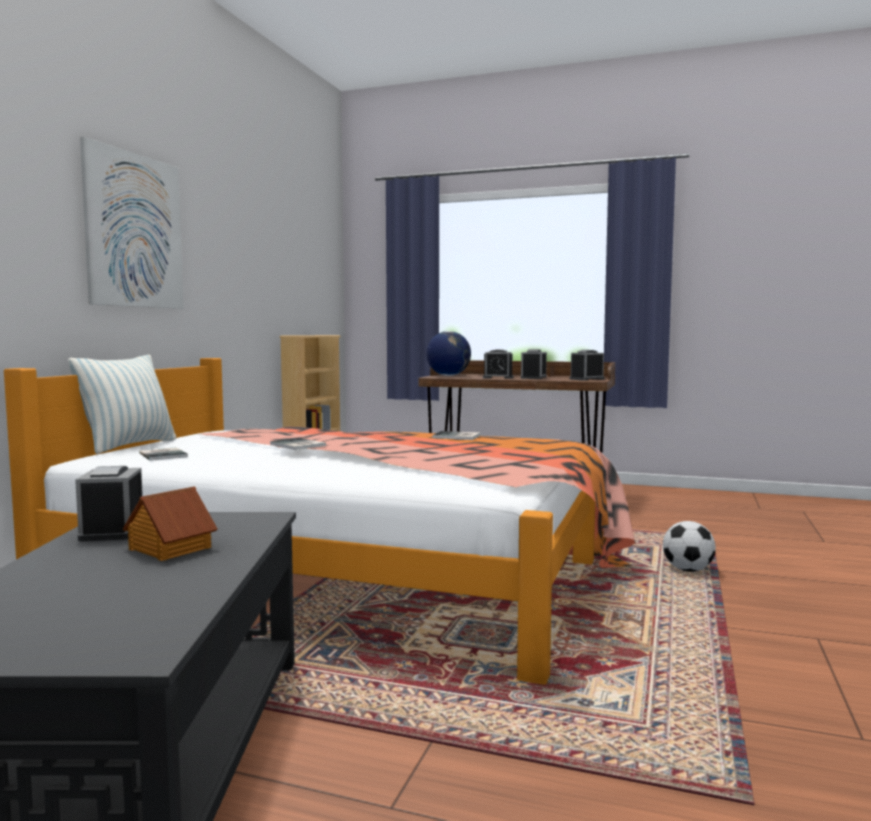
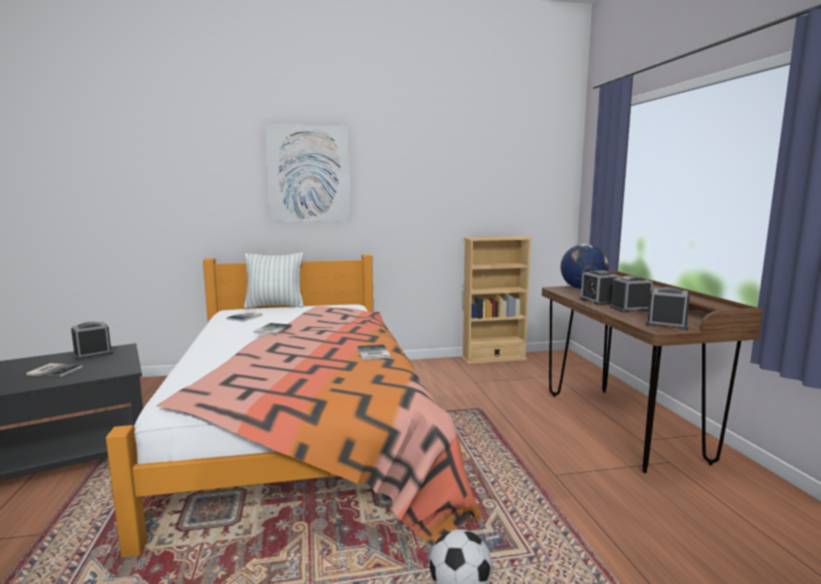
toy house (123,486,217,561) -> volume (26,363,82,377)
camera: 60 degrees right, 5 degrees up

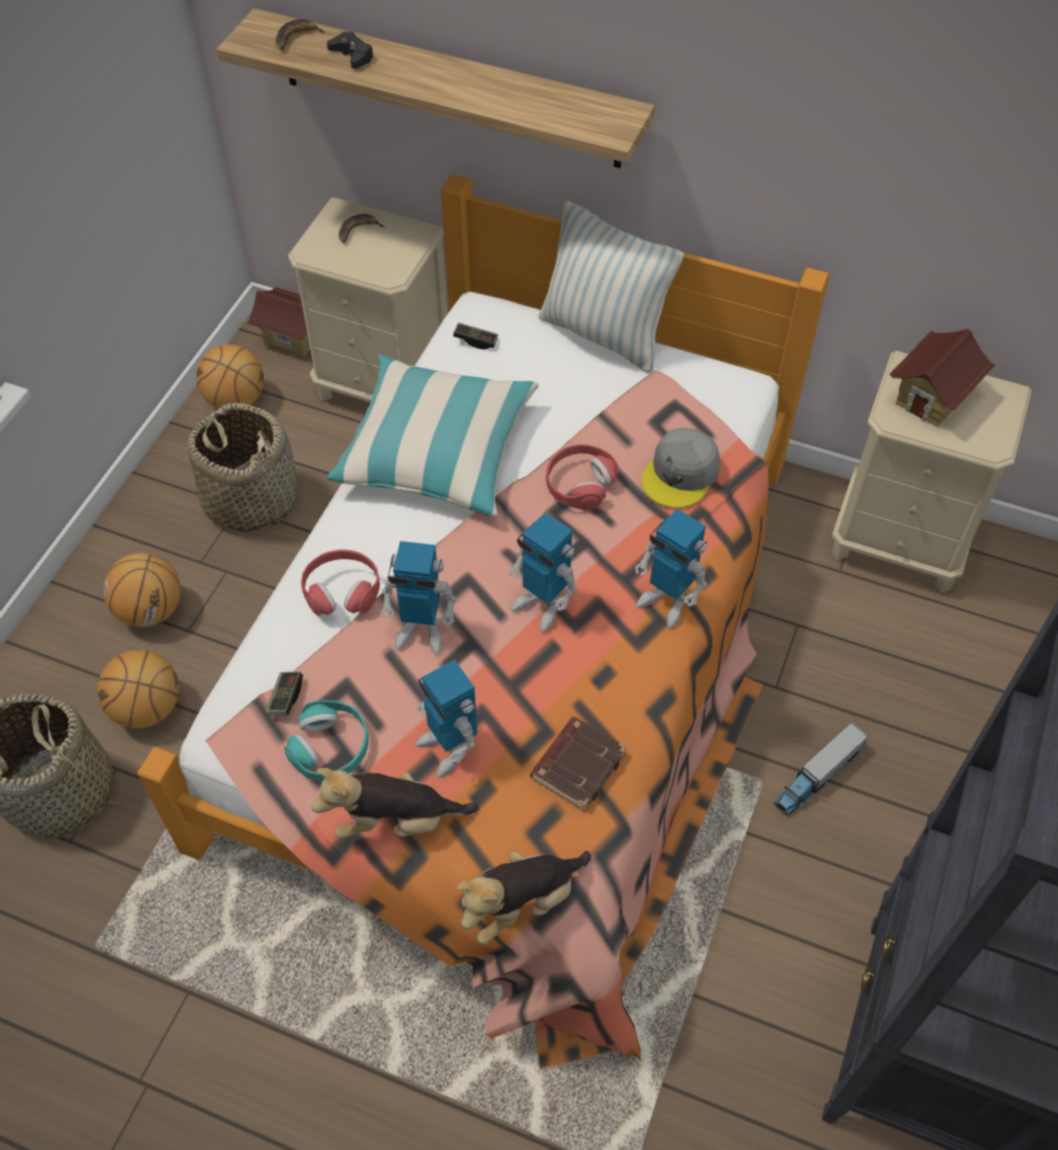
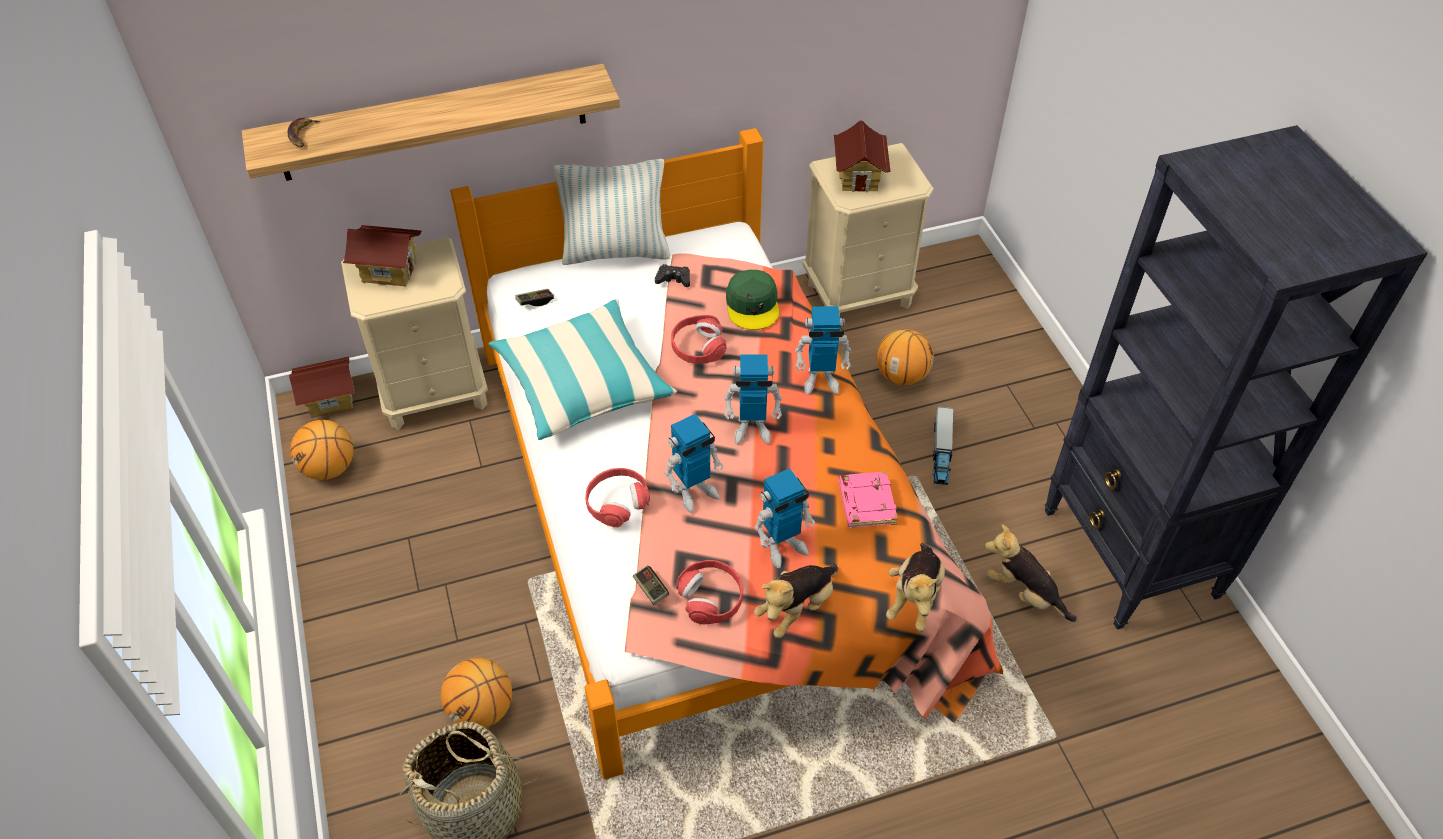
joypad in black-coloured (327,31,374,69) -> joypad in black-coloured (655,264,690,287), relocated
banana (339,214,385,243) -> toy house (343,225,421,286)
household basket (187,403,297,532) -> none
cap in grey (641,428,721,508) -> cap in green (726,270,779,330)
basketball ball (103,553,181,627) -> basketball ball (876,329,934,385), relocated
toy robot (415,659,477,778) -> toy robot (754,468,815,568), 45 degrees counterclockwise
headphones in blue-green (284,700,369,781) -> headphones in red (676,560,743,624)
volume in brown (530,717,627,811) -> volume in pink (838,471,898,528)
none -> cuddly toy (985,524,1077,622)
camera: 40 degrees left, 5 degrees down

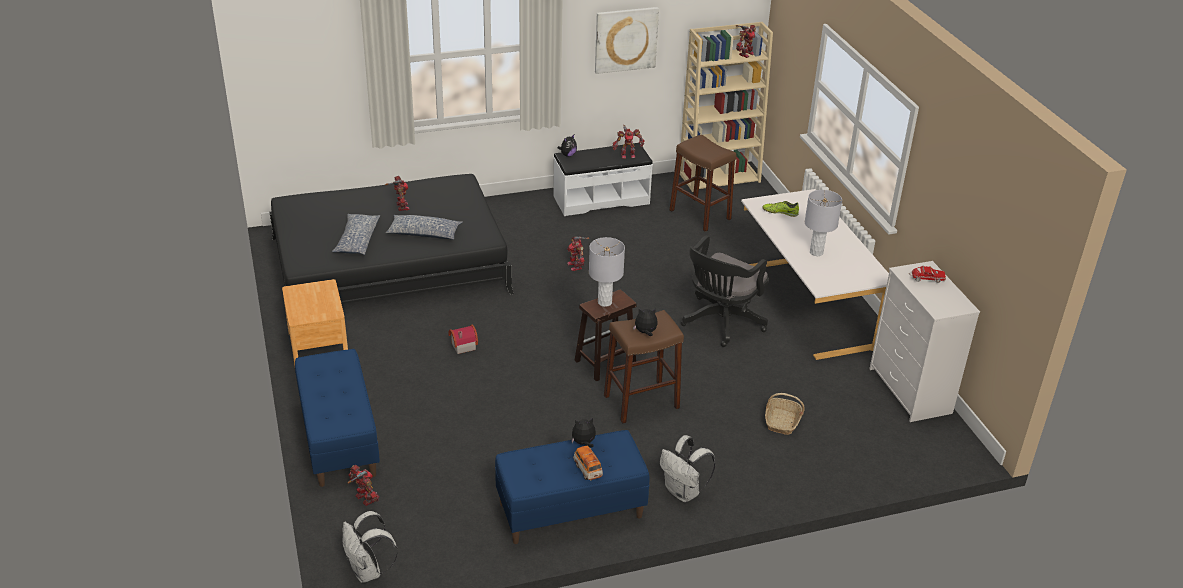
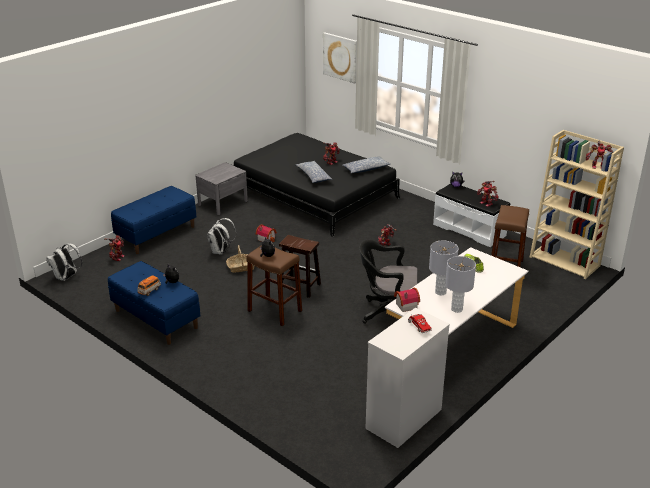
wall art (595,7,659,74) -> wall art (323,32,357,84), relocated
cushion (332,214,380,255) -> cushion (343,156,390,173), relocated
tabletop lamp in grey (589,237,625,307) -> tabletop lamp in grey (445,256,476,313), relocated
nightstand in brown (282,279,348,365) -> nightstand in grey (195,162,248,215)
household basket (765,393,804,435) -> household basket (226,245,255,273), relocated
rucksack in whitish (660,435,716,502) -> rucksack in whitish (207,218,237,255), relocated
none -> toy house (394,288,420,312)
camera: 60 degrees right, 5 degrees down

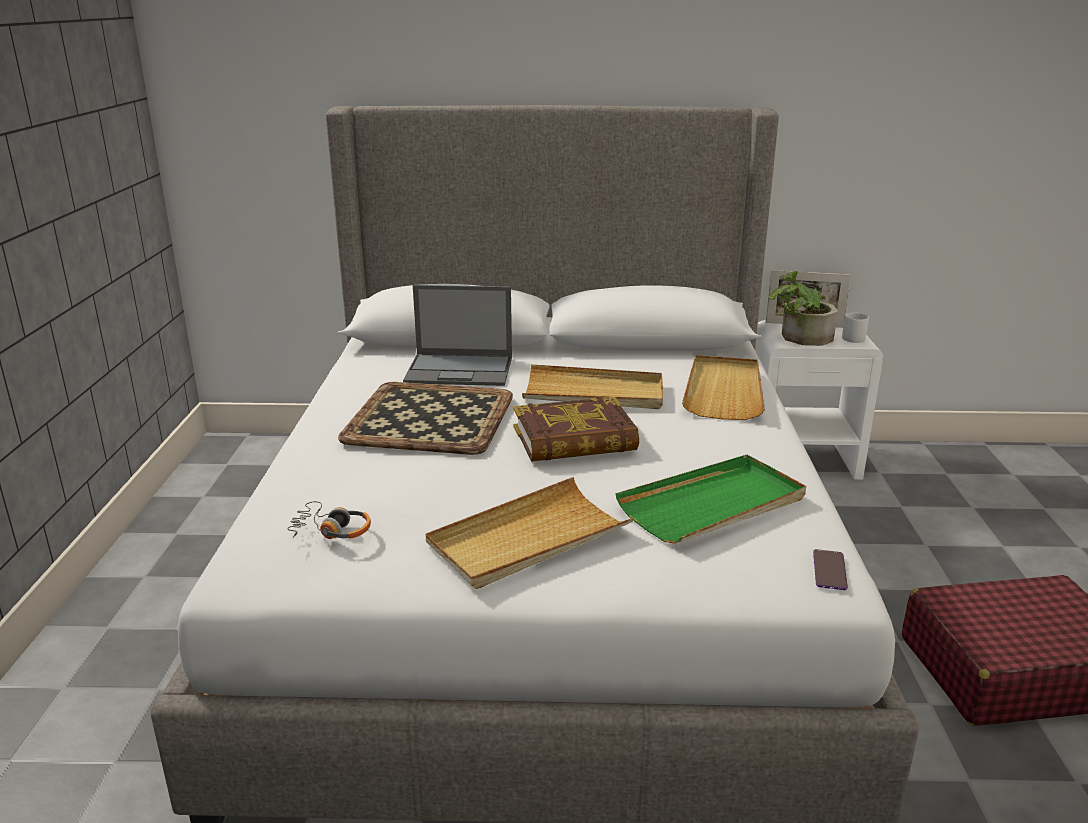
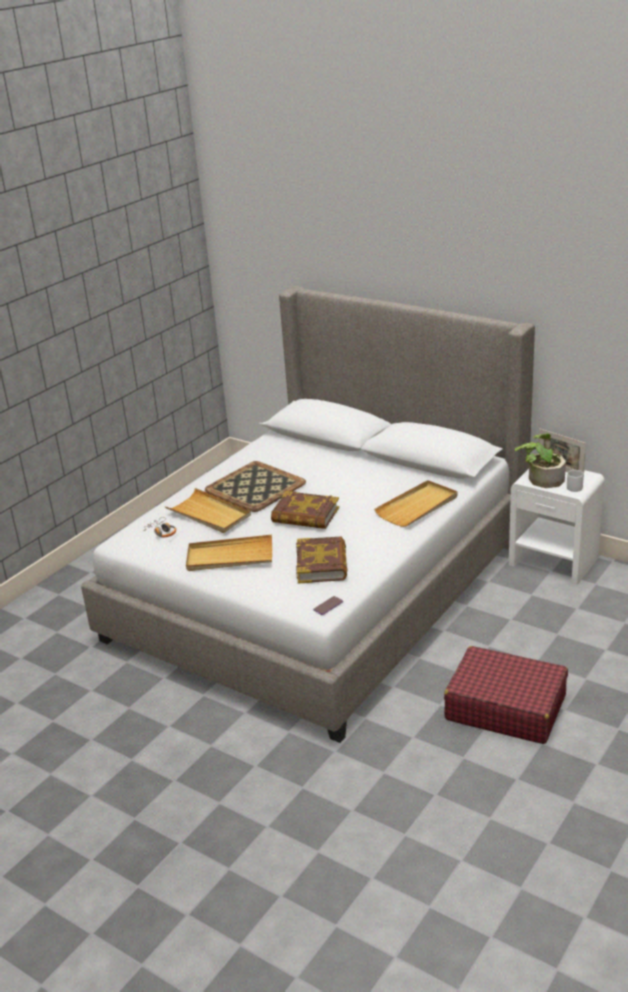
notebook computer (403,285,512,386) -> none
carrying tray in sand-coloured (522,364,663,409) -> carrying tray in sand-coloured (164,488,251,533), relocated
carrying tray in green (615,455,806,544) -> volume (296,537,347,584)
camera: 35 degrees right, 5 degrees up

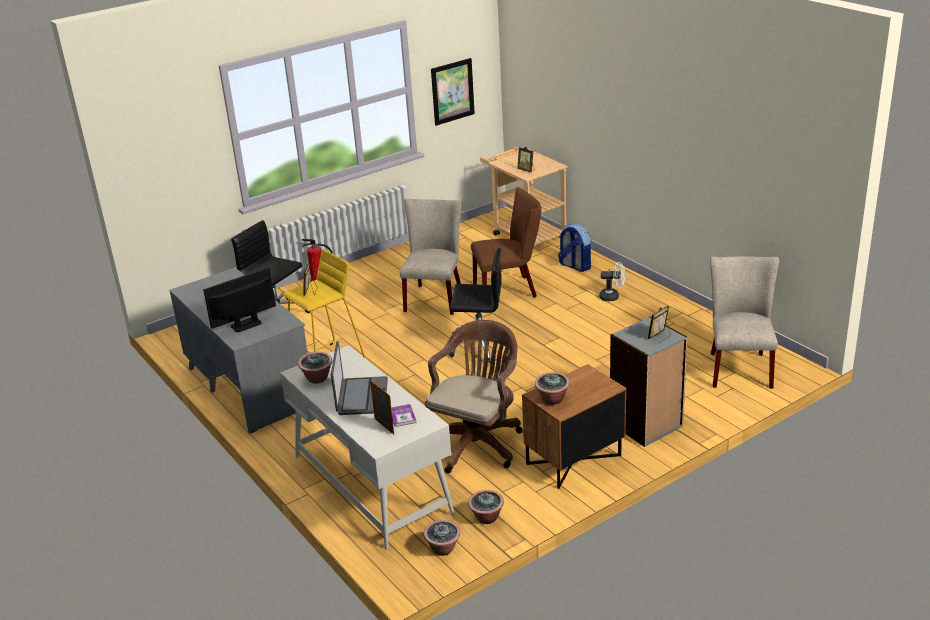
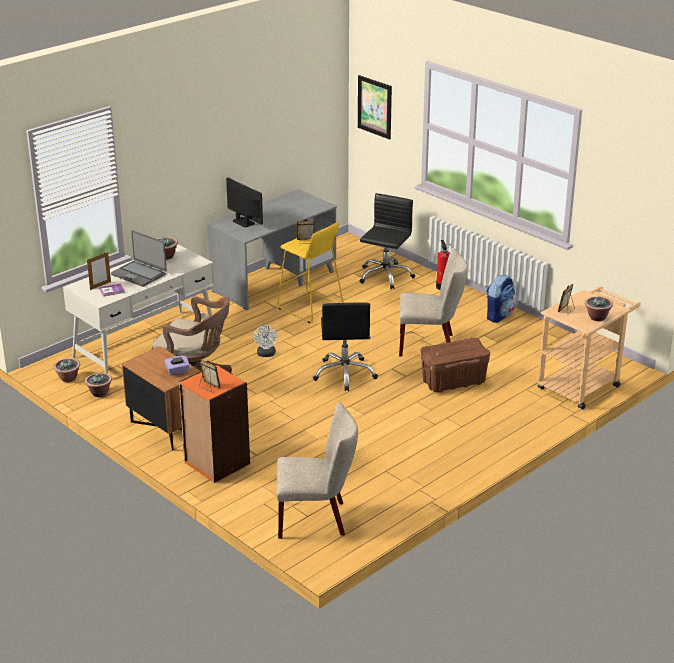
wall art (431,58,475,126) -> wall art (358,75,392,140), relocated
plain chair in brown (471,187,541,298) -> storage box in brown (420,338,490,393)
rucksack (558,223,591,272) -> rucksack (486,274,515,323), relocated
fan in whitish (599,262,625,301) -> fan in whitish (253,325,278,357), relocated
shelving unit in grey (610,317,688,447) -> shelving unit in orangey (179,364,250,483)
notebook computer (331,341,388,415) -> notebook computer (111,231,167,287), 45 degrees clockwise
houseplant (535,372,570,405) -> houseplant (585,296,613,321), relocated
none -> box of tissues in purple-coloured (164,356,190,375)
camera: 80 degrees right, 0 degrees up

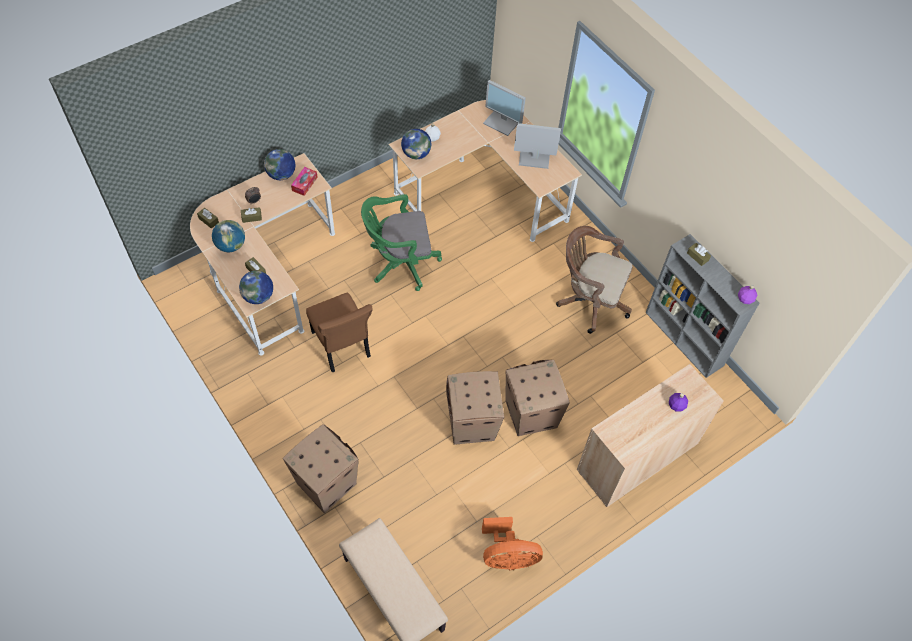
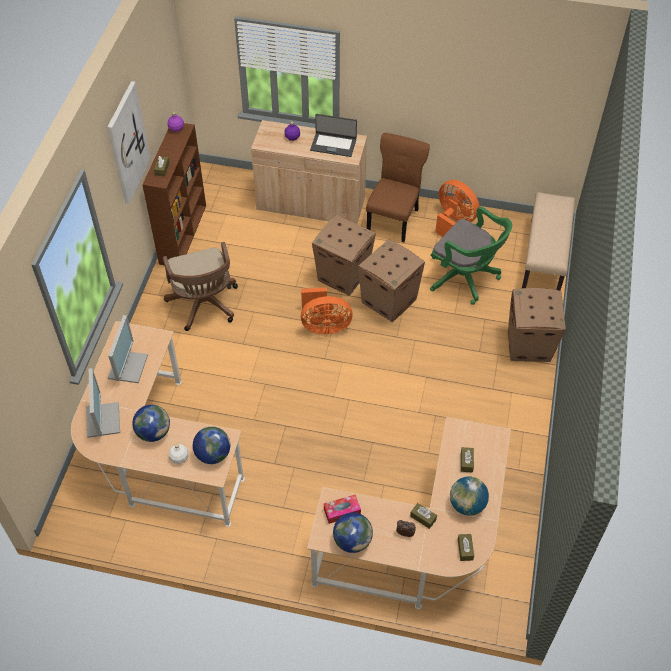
computer screen (514,123,561,169) -> computer screen (108,315,148,383), 135 degrees counterclockwise
office chair in green (361,194,442,291) -> office chair in green (430,206,512,305), relocated
shelving unit in grey (645,234,759,378) -> shelving unit in brown (142,123,206,265)
world globe (239,271,273,304) -> world globe (132,405,170,442), relocated
plain chair in brown (306,292,373,373) -> plain chair in brown (366,133,430,242), relocated
none -> wall art (108,81,150,204)
none -> notebook computer (310,114,357,157)
none -> fan in orangey (301,287,353,334)
camera: 130 degrees left, 5 degrees down

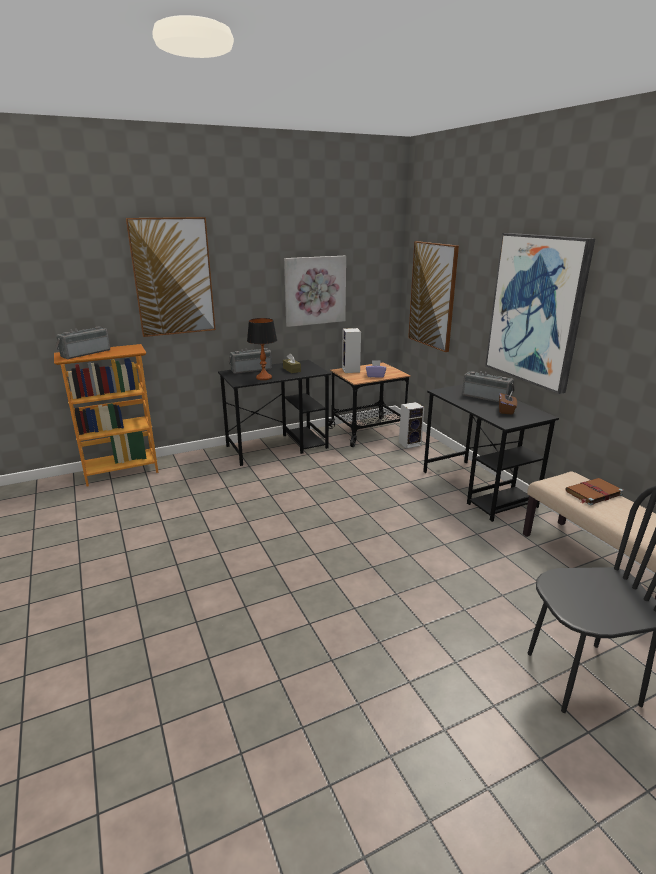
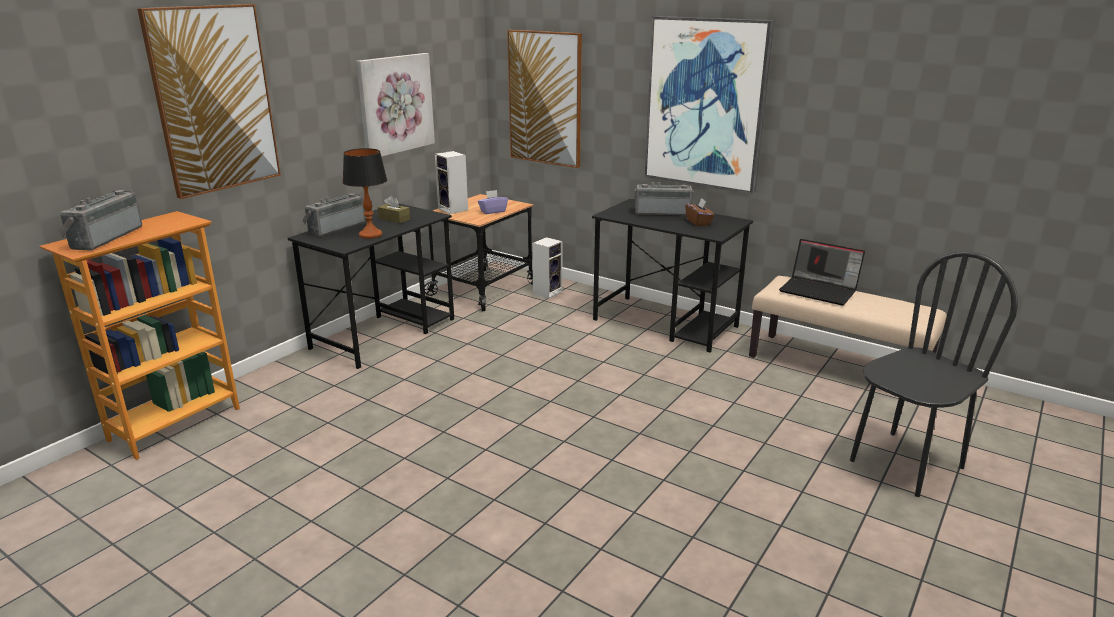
volume in brown (565,478,624,505) -> notebook computer (779,239,865,305)
camera: 30 degrees left, 0 degrees up

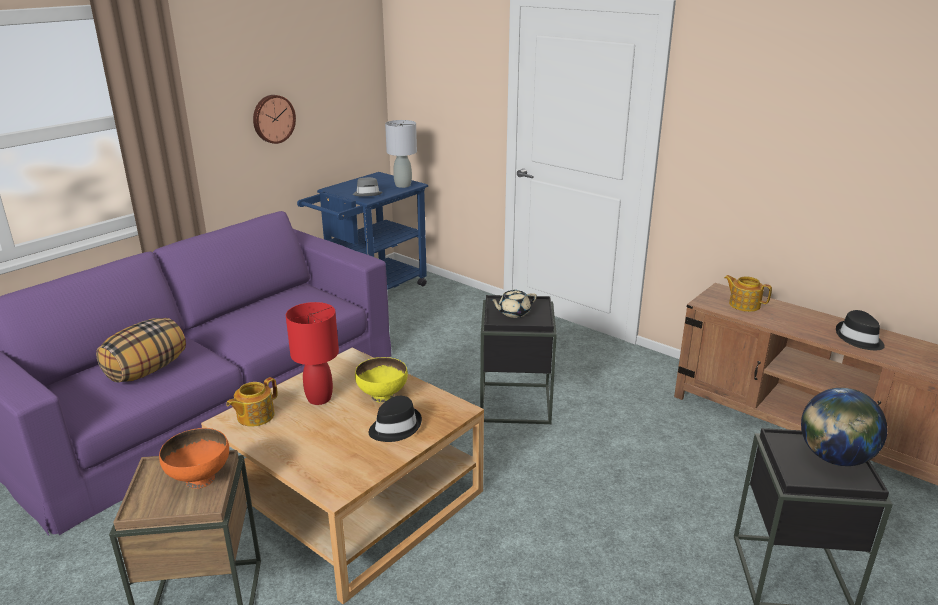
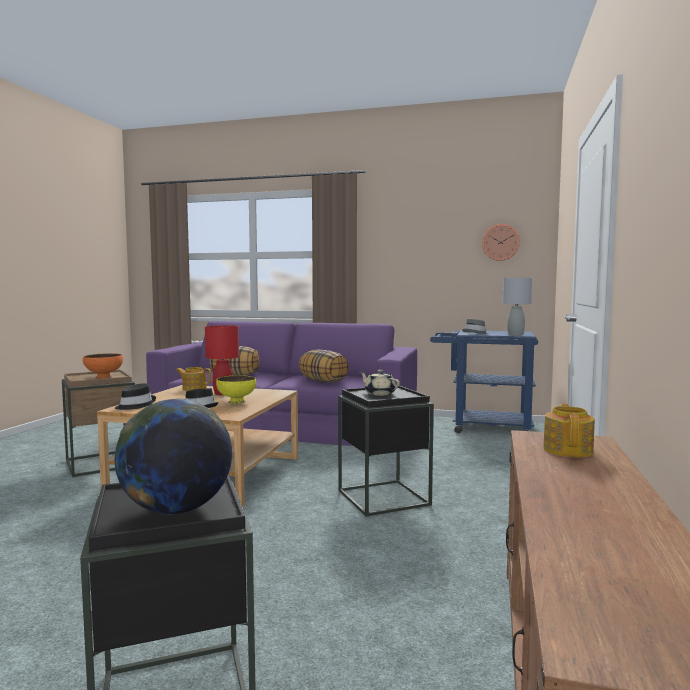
hanging clock (253,95,296,144) -> hanging clock (482,224,520,261), relocated
clothing hat in black-coloured (836,310,885,350) -> clothing hat in black-coloured (115,383,156,410), relocated
none -> cushion (299,349,349,382)
camera: 65 degrees right, 20 degrees down

